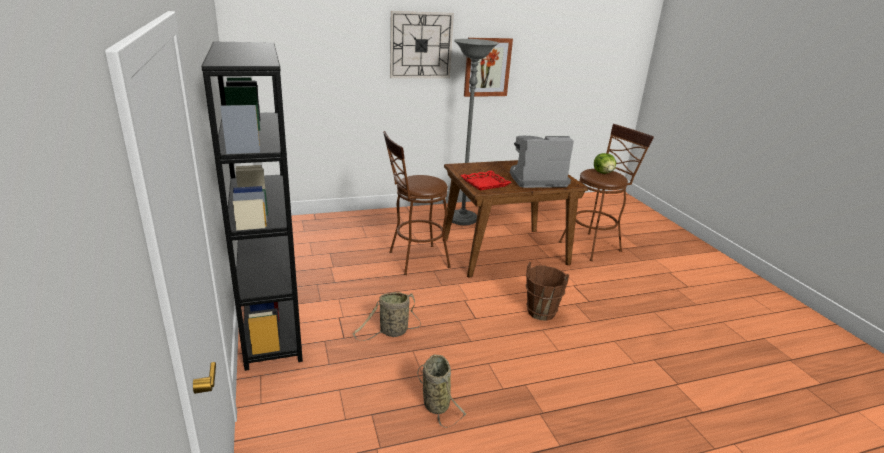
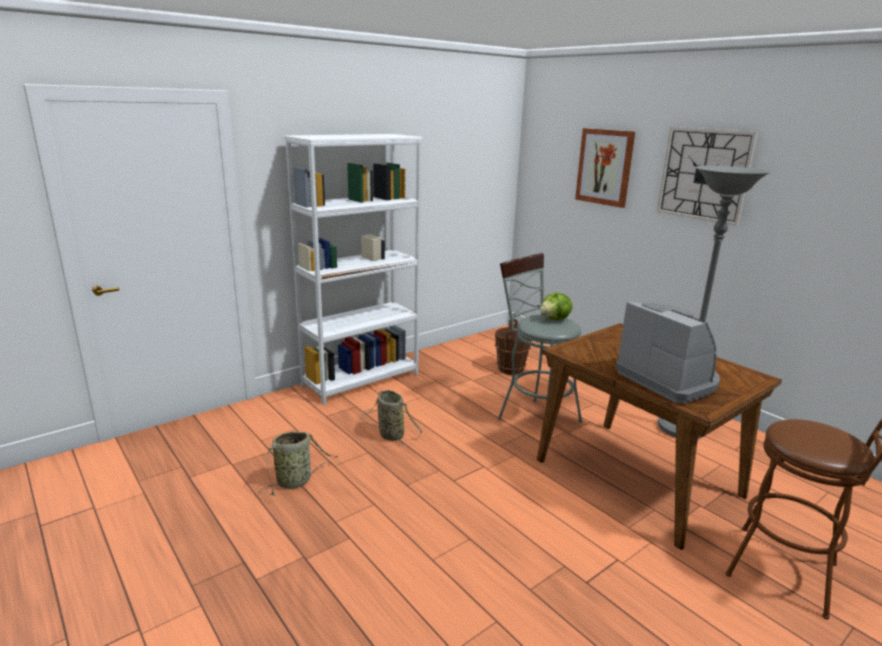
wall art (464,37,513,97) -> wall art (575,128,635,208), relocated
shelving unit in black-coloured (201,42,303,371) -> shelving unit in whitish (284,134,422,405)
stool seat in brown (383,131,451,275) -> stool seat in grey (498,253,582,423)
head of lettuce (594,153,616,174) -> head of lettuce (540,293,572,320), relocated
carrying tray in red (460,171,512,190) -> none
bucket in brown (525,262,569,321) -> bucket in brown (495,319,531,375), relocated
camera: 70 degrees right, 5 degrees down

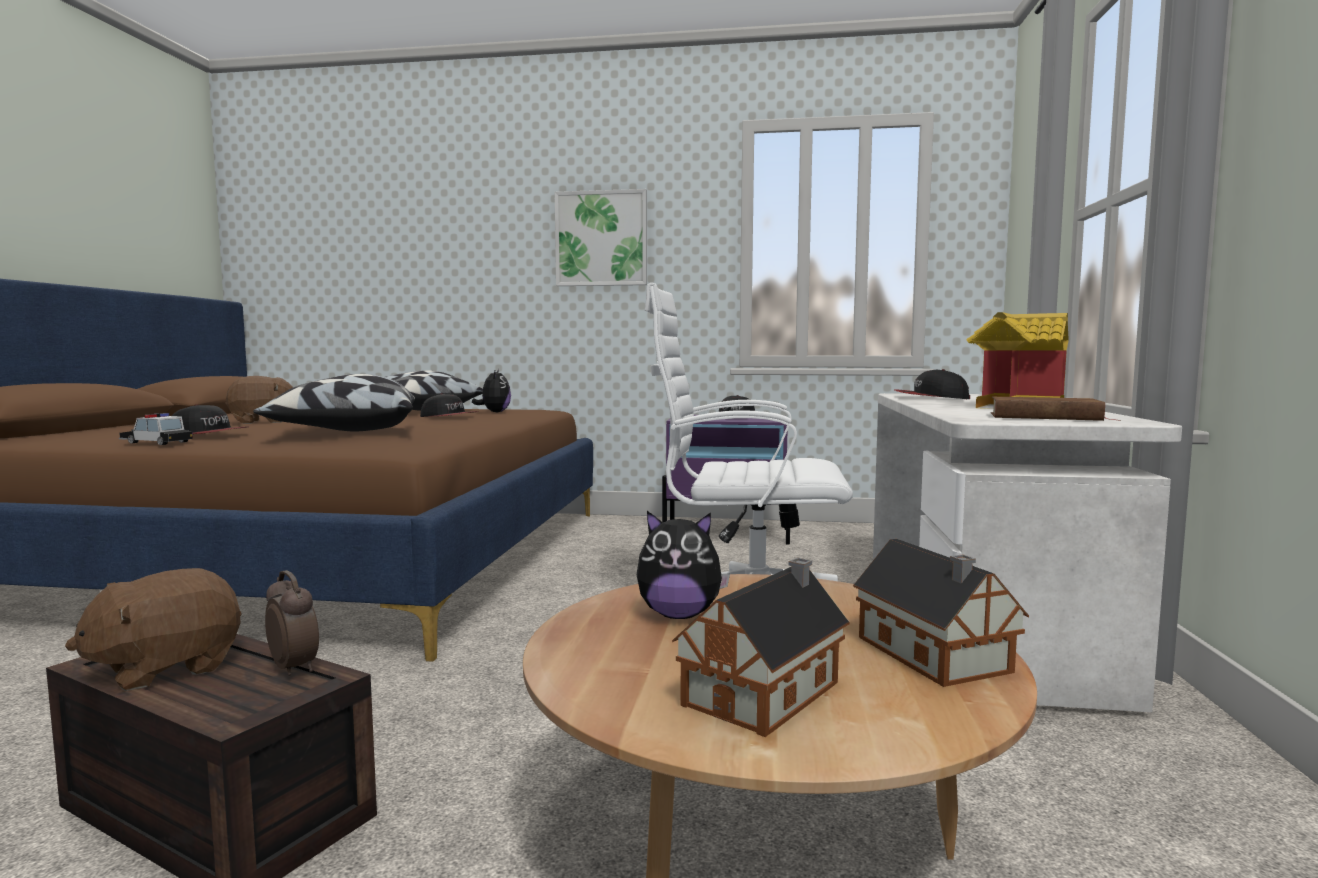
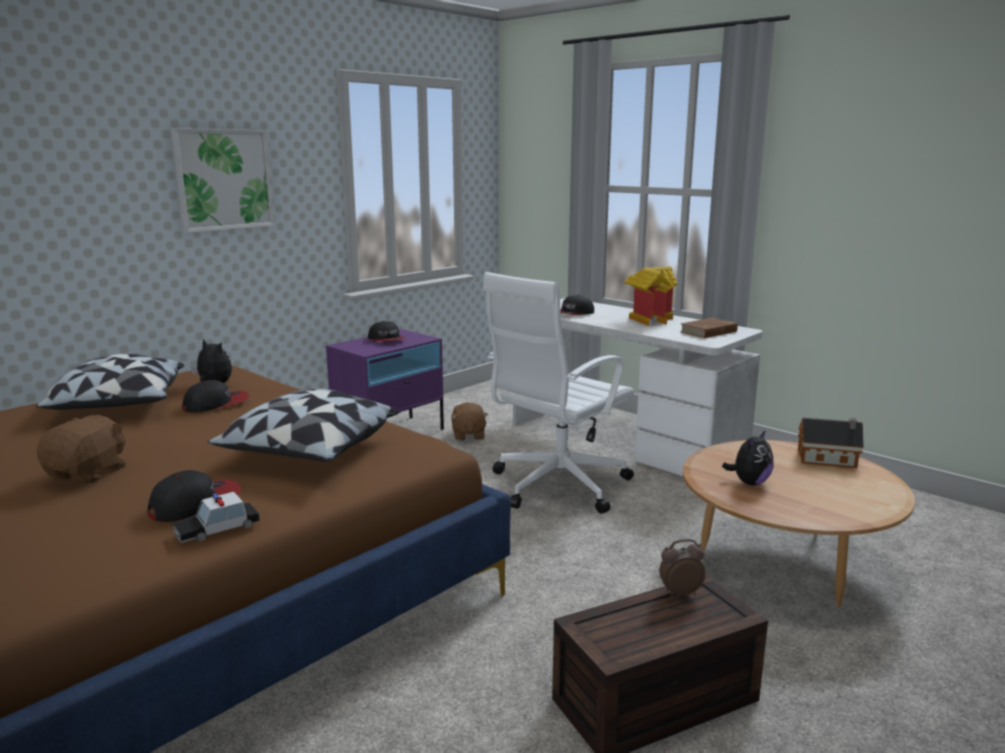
toy house (672,558,850,737) -> none
cuddly toy in brown (65,568,242,691) -> cuddly toy in brown (451,402,488,441), relocated
camera: 55 degrees left, 10 degrees up

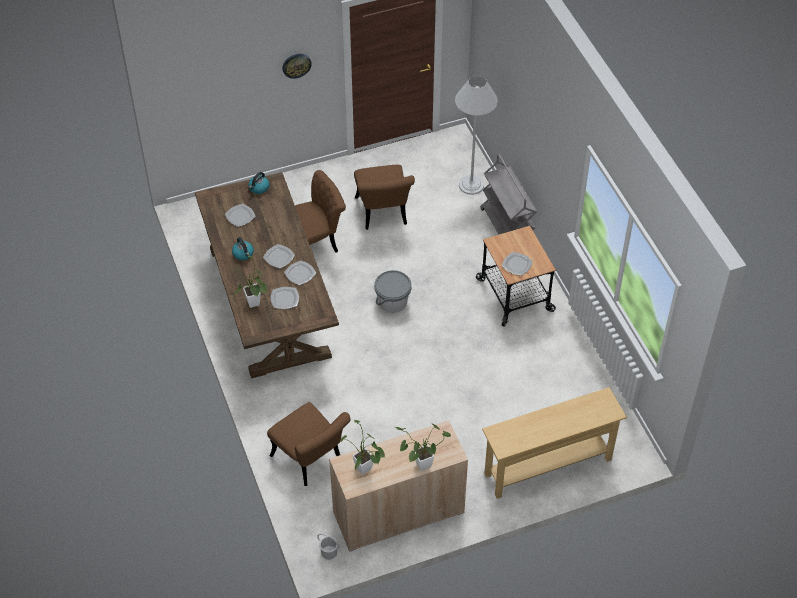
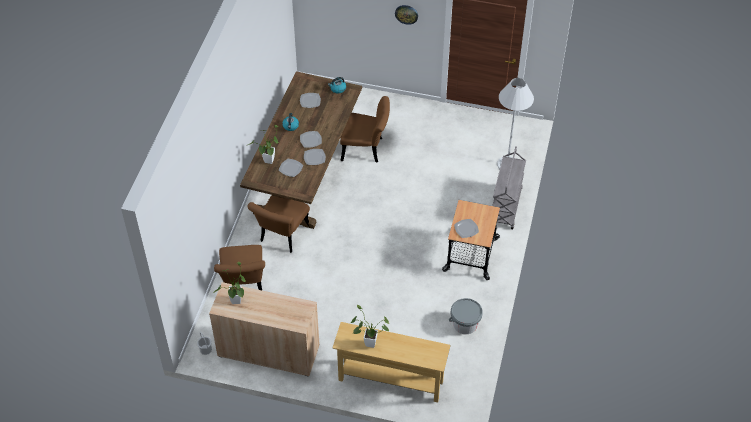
plain chair in brown (354,165,415,230) -> plain chair in brown (248,195,310,253), relocated
bucket in grey (374,270,412,313) -> bucket in grey (449,298,483,334), relocated
houseplant (395,423,451,471) -> houseplant (351,305,389,348), relocated
camera: 35 degrees right, 0 degrees up

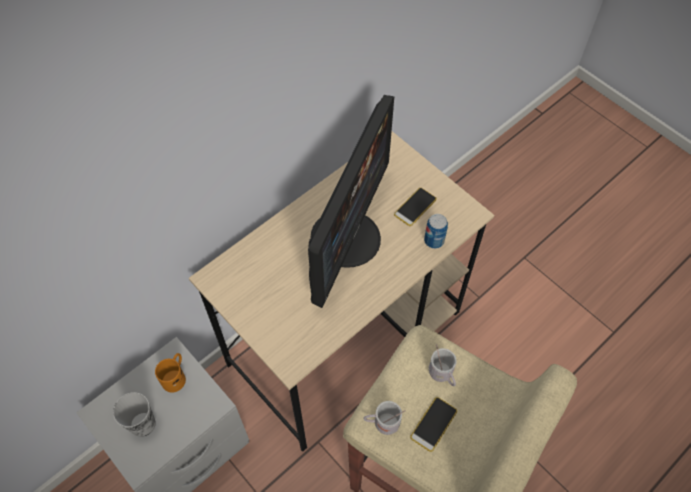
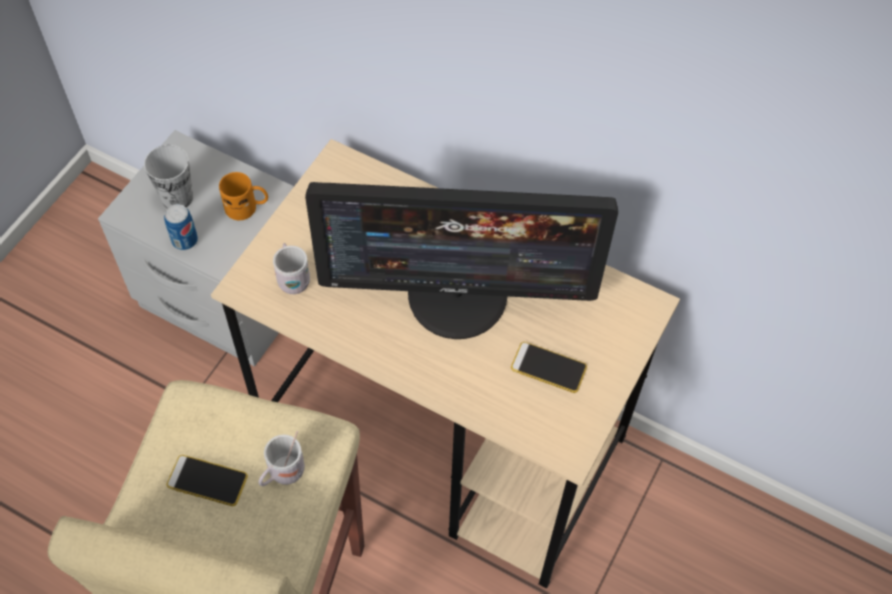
metal can (424,214,448,249) -> metal can (164,204,198,250), relocated
mug in whitish (363,401,406,435) -> mug in whitish (273,243,310,294), relocated
camera: 70 degrees right, 0 degrees up

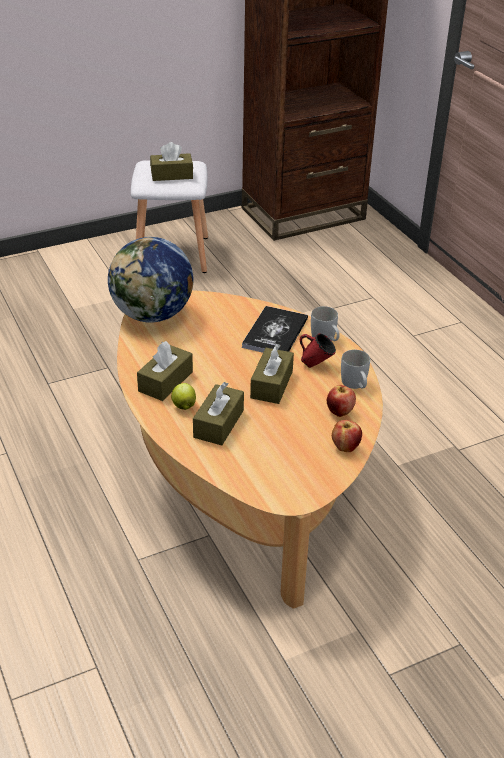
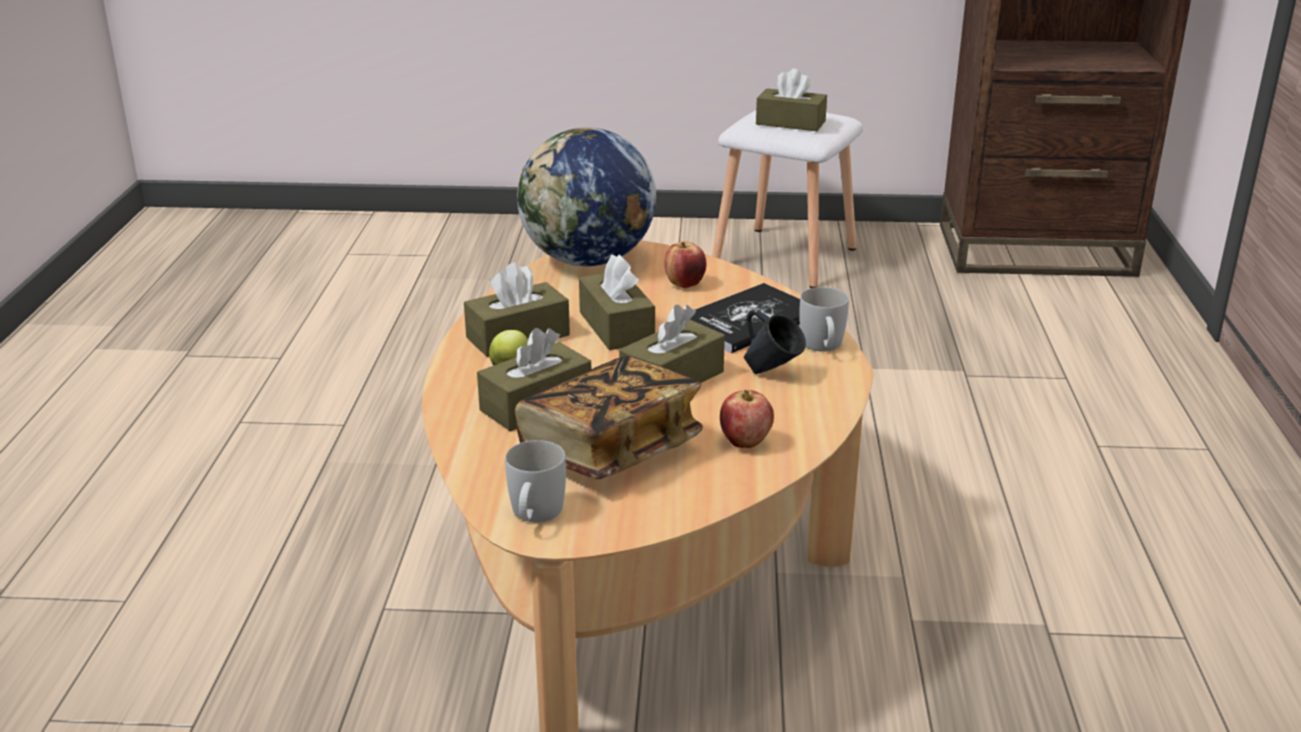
mug in red (300,333,336,368) -> mug in blue (744,309,806,374)
mug in whitish (341,350,370,389) -> mug in whitish (505,440,566,522), relocated
whole apple (332,420,362,452) -> whole apple (664,241,706,288), relocated
none -> box of tissues in brown (579,255,655,350)
none -> volume (515,356,703,479)
camera: 30 degrees right, 10 degrees down

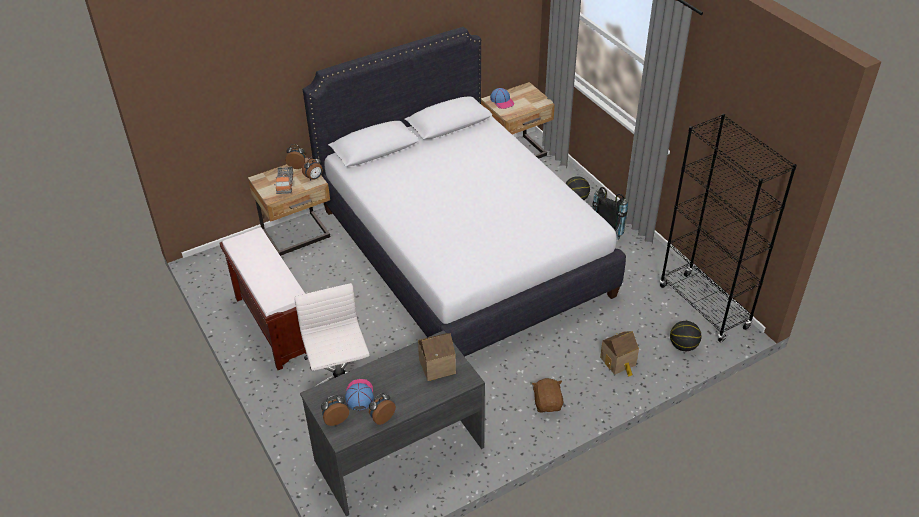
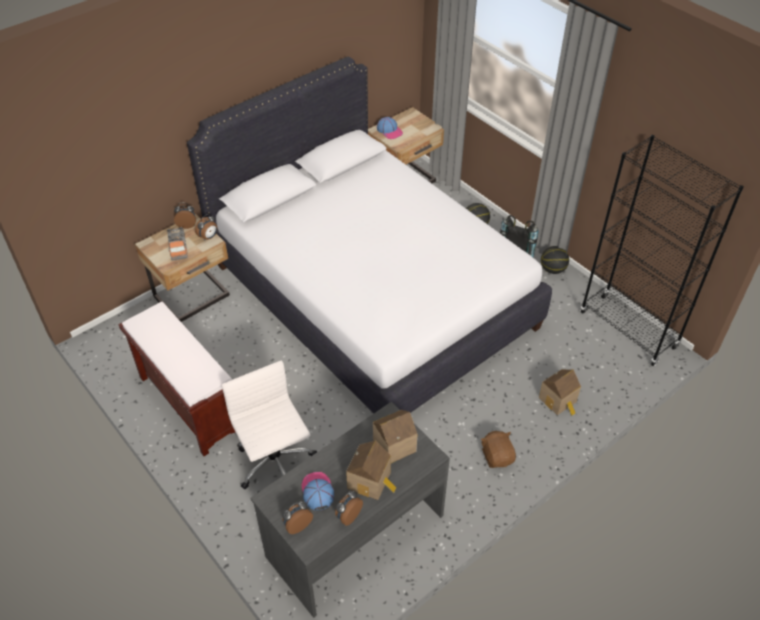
basketball ball (670,321,702,351) -> basketball ball (541,246,569,274), relocated
none -> toy house (346,441,397,500)
camera: 10 degrees left, 5 degrees up

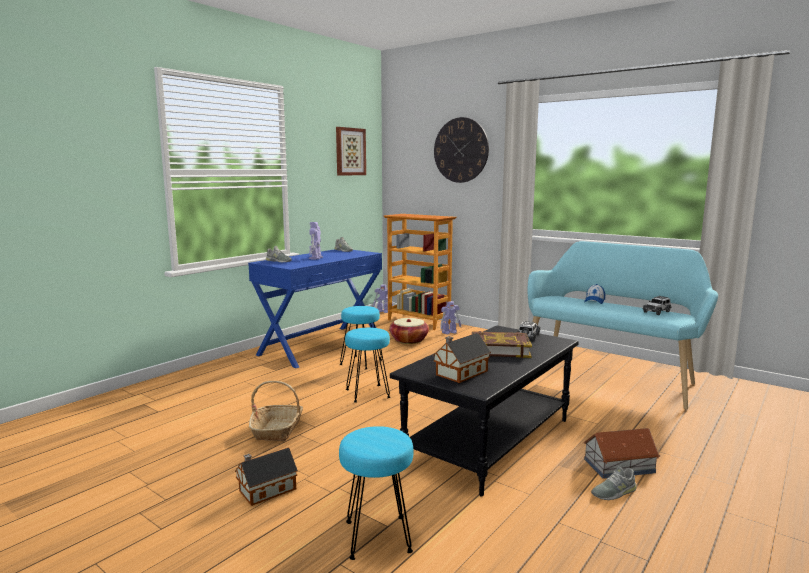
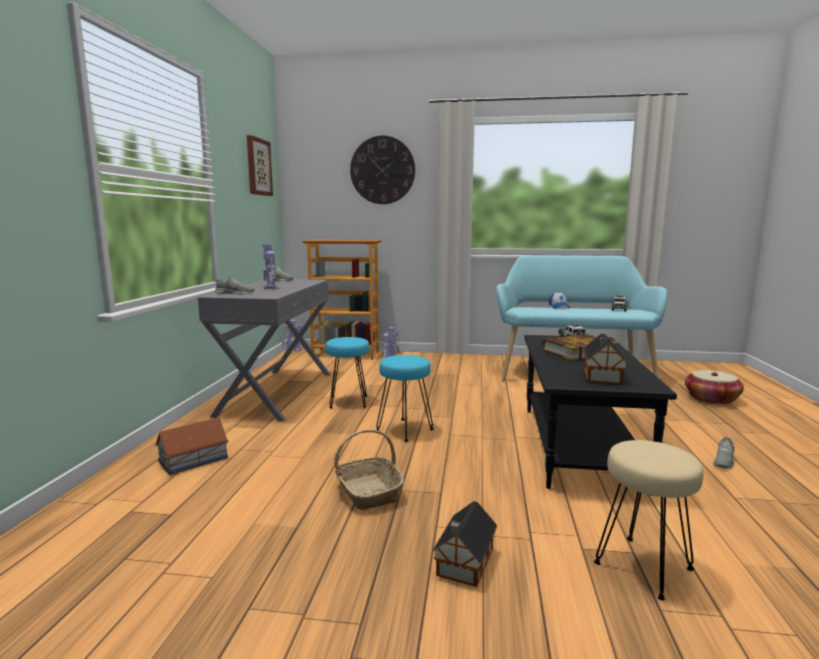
hall table in blue (248,249,382,368) -> hall table in grey (198,279,331,422)
household basket (389,318,429,344) -> household basket (685,370,744,405), relocated
stool seat in blue-green (339,426,414,560) -> stool seat in sand-coloured (594,440,703,601)
toy house (583,428,660,479) -> toy house (155,418,229,475), relocated
camera: 30 degrees left, 0 degrees up

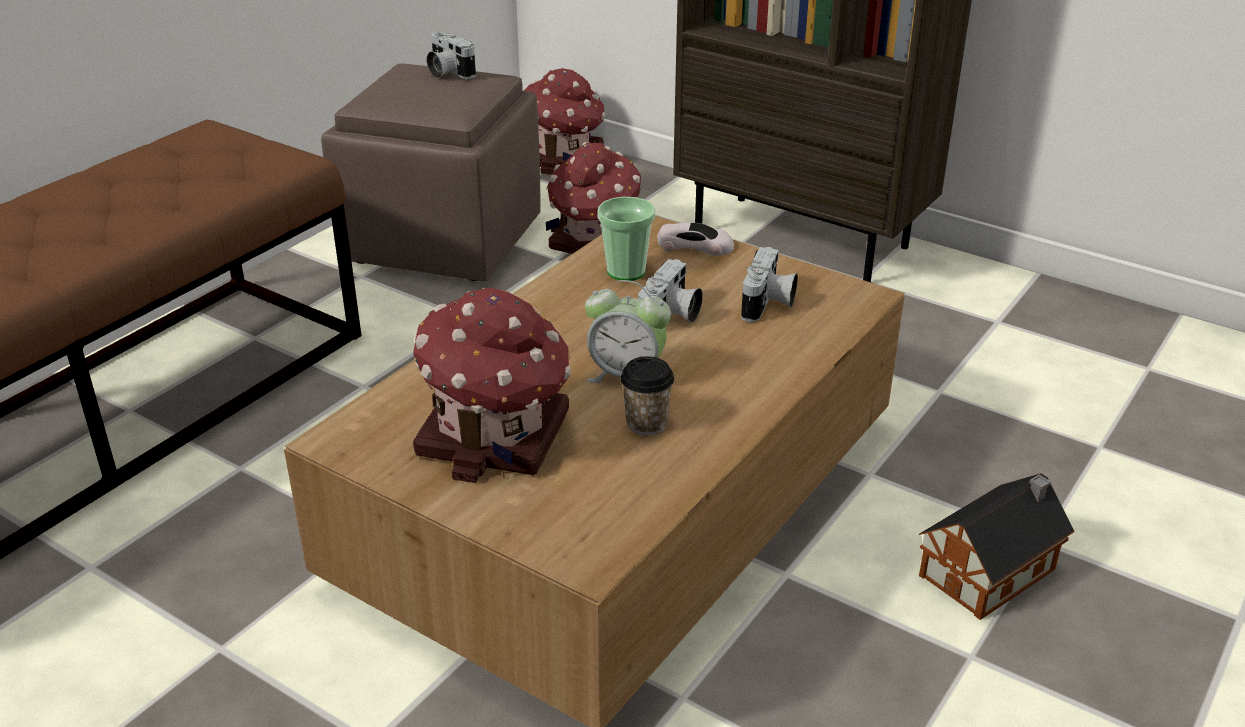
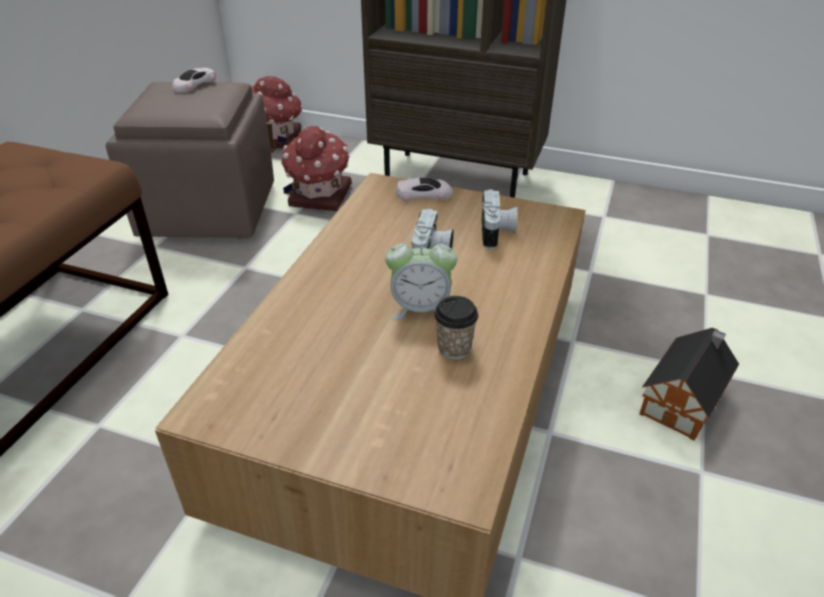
still camera (427,32,476,79) -> toy car in whitish (172,68,216,93)
small cup (597,197,655,281) -> none
toy house (413,288,571,483) -> none
camera: 15 degrees left, 5 degrees up

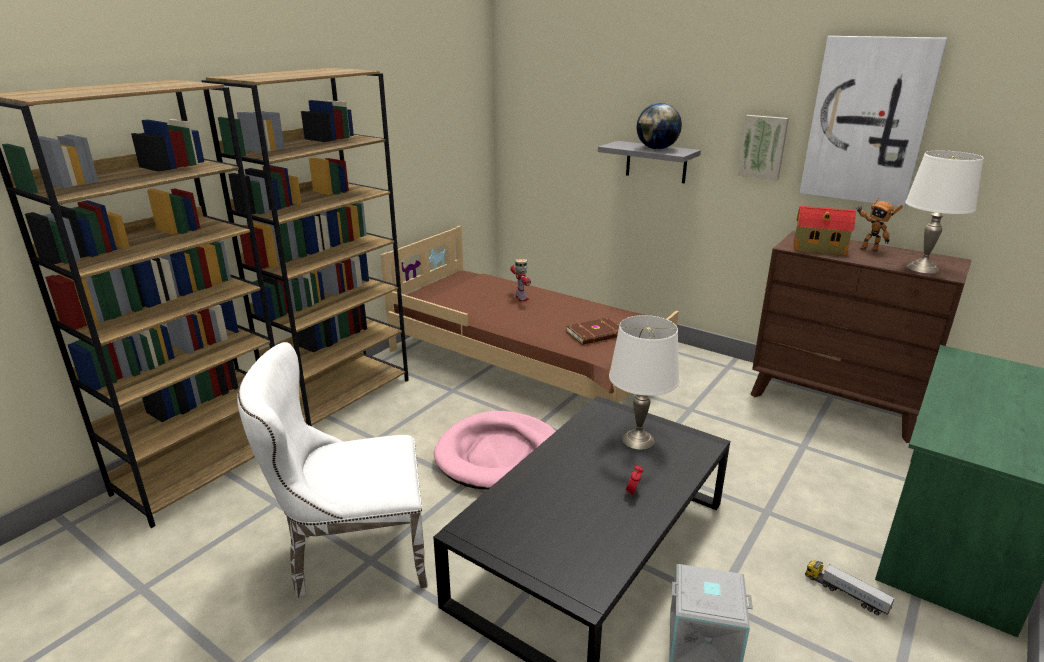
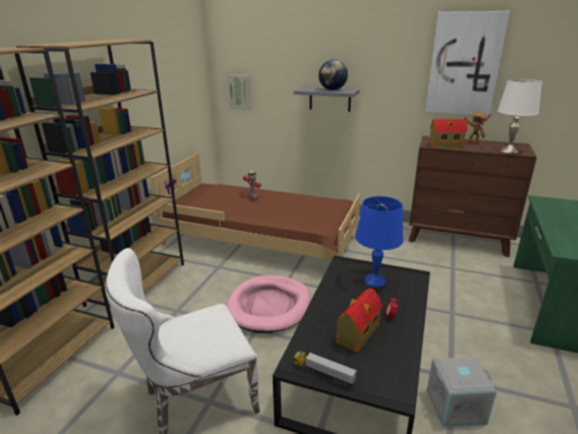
wall art (737,115,789,181) -> wall art (227,75,251,110), relocated
tabletop lamp in whitish (609,315,679,450) -> tabletop lamp in blue (356,196,403,287)
volume in brown (566,317,619,345) -> none
toy truck (805,560,895,615) -> toy truck (293,351,357,387), relocated
none -> toy house (336,288,382,353)
camera: 15 degrees left, 0 degrees up

